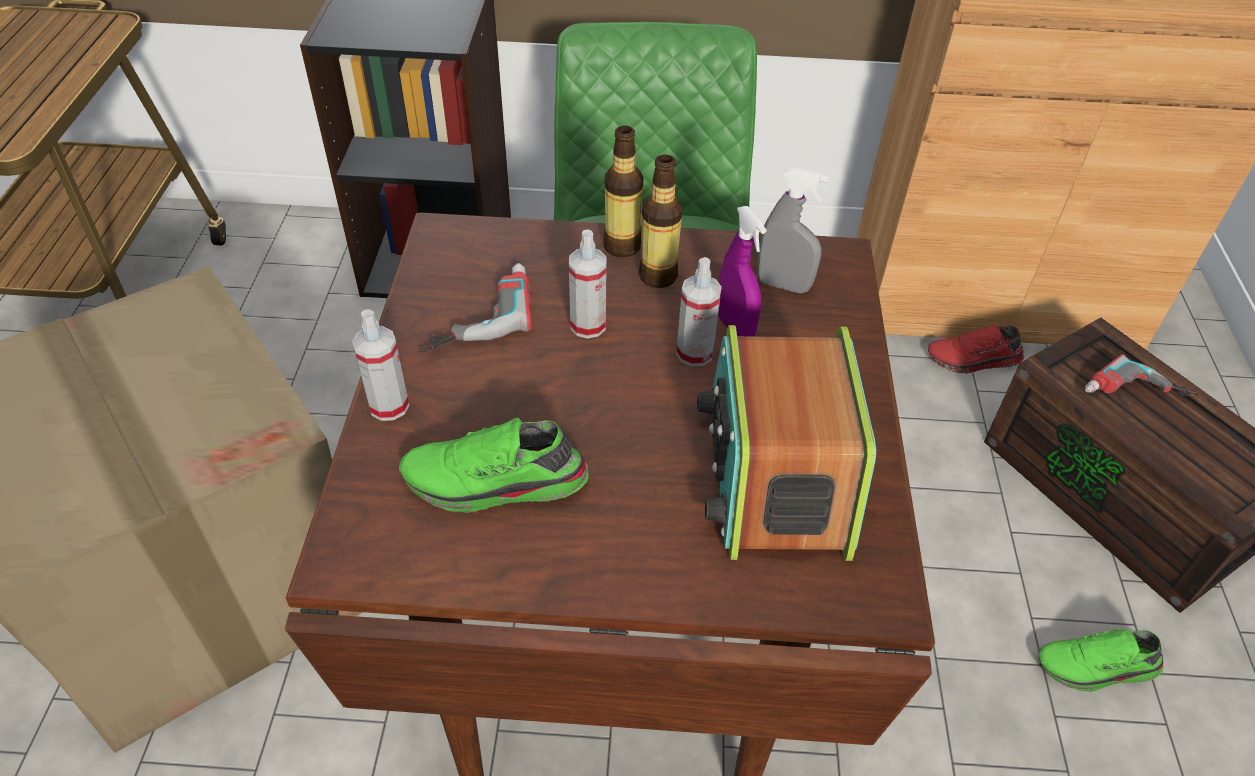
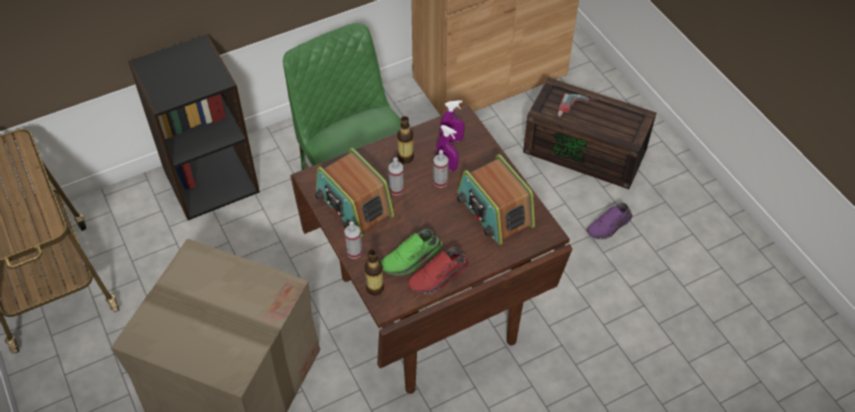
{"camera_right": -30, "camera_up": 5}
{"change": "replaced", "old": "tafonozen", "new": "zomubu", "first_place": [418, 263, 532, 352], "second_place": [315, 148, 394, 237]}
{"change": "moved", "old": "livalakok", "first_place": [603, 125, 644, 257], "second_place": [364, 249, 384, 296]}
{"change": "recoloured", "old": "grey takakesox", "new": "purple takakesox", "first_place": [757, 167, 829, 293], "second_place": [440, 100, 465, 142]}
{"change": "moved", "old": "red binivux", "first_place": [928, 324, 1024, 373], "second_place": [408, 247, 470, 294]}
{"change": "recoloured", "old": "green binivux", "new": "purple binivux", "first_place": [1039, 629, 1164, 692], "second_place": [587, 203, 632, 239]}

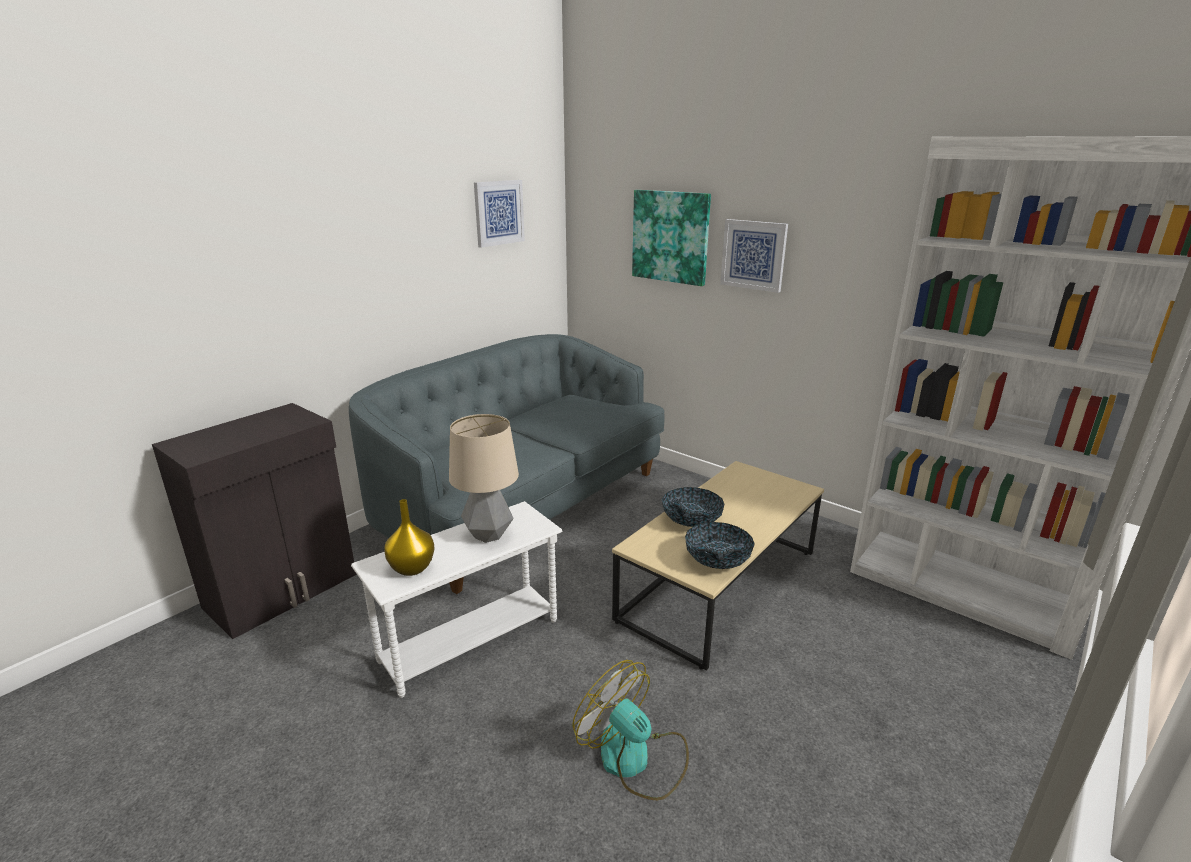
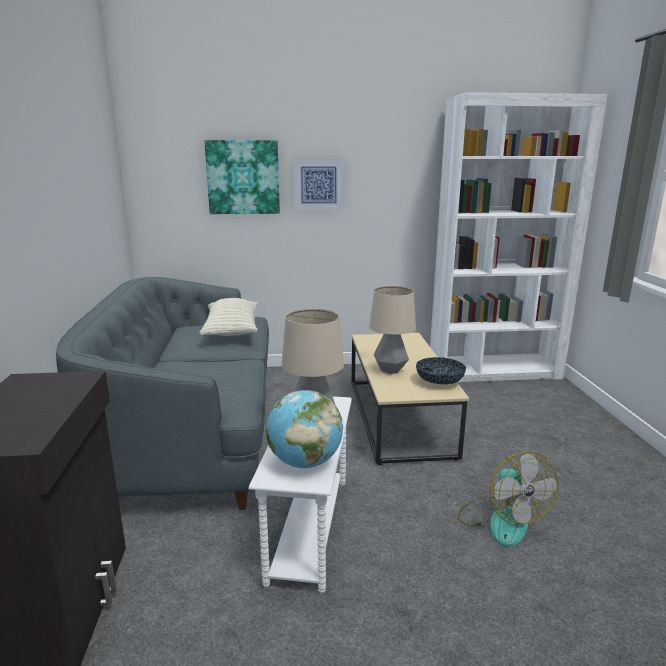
{"camera_right": -45, "camera_up": -5}
{"change": "replaced", "old": "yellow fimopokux", "new": "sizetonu", "first_place": [384, 499, 435, 576], "second_place": [266, 390, 343, 468]}
{"change": "removed", "old": "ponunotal", "first_place": [474, 180, 525, 248]}
{"change": "turned", "old": "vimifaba", "first_place": [572, 660, 689, 800], "second_place": [458, 451, 558, 547], "degrees": -105}
{"change": "replaced", "old": "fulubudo", "new": "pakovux", "first_place": [662, 487, 724, 527], "second_place": [369, 286, 416, 374]}
{"change": "added", "new": "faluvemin", "second_place": [199, 298, 258, 336]}

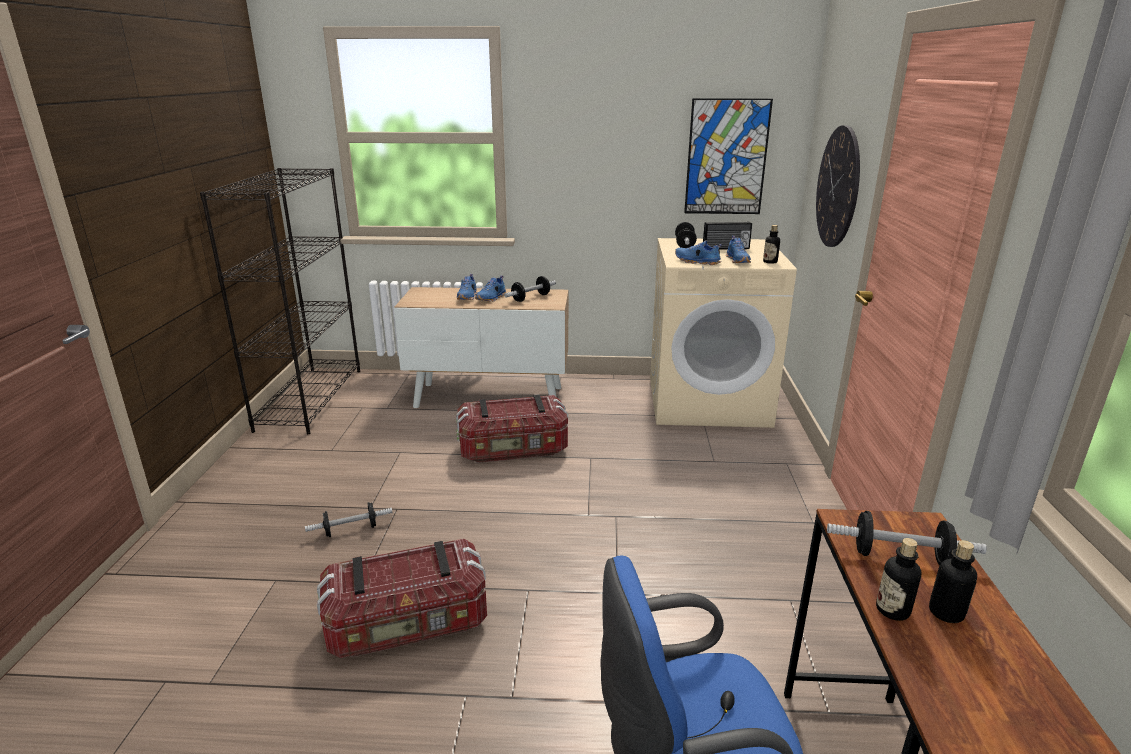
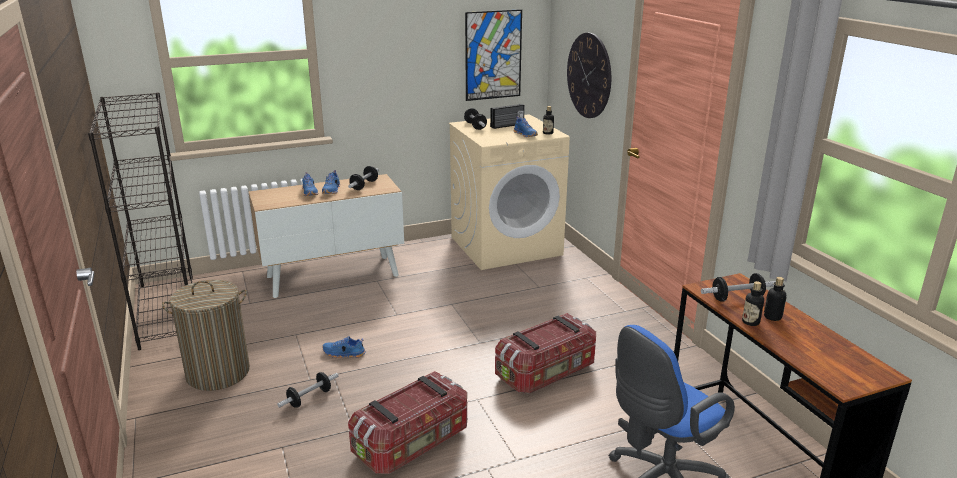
{"camera_right": -25, "camera_up": 0}
{"change": "moved", "old": "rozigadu", "first_place": [456, 394, 568, 463], "second_place": [495, 313, 596, 394]}
{"change": "moved", "old": "blue binivux", "first_place": [675, 240, 721, 265], "second_place": [322, 336, 366, 358]}
{"change": "added", "new": "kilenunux", "second_place": [162, 280, 250, 391]}

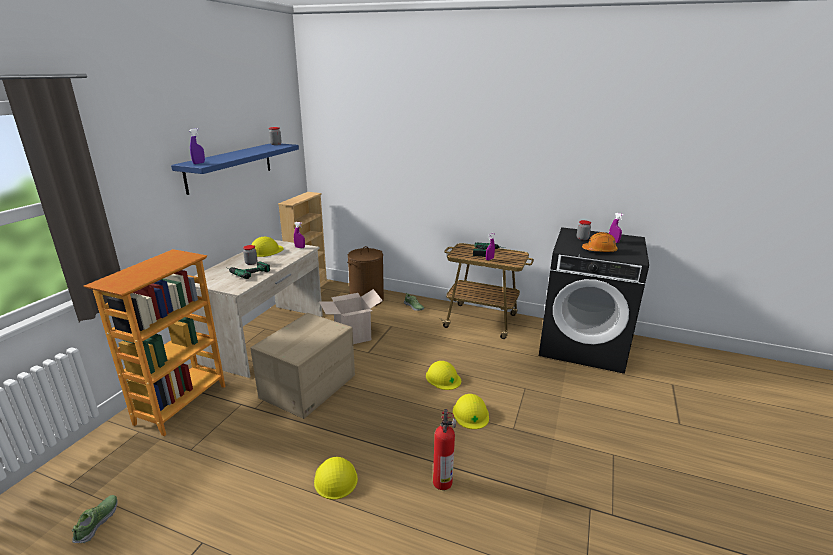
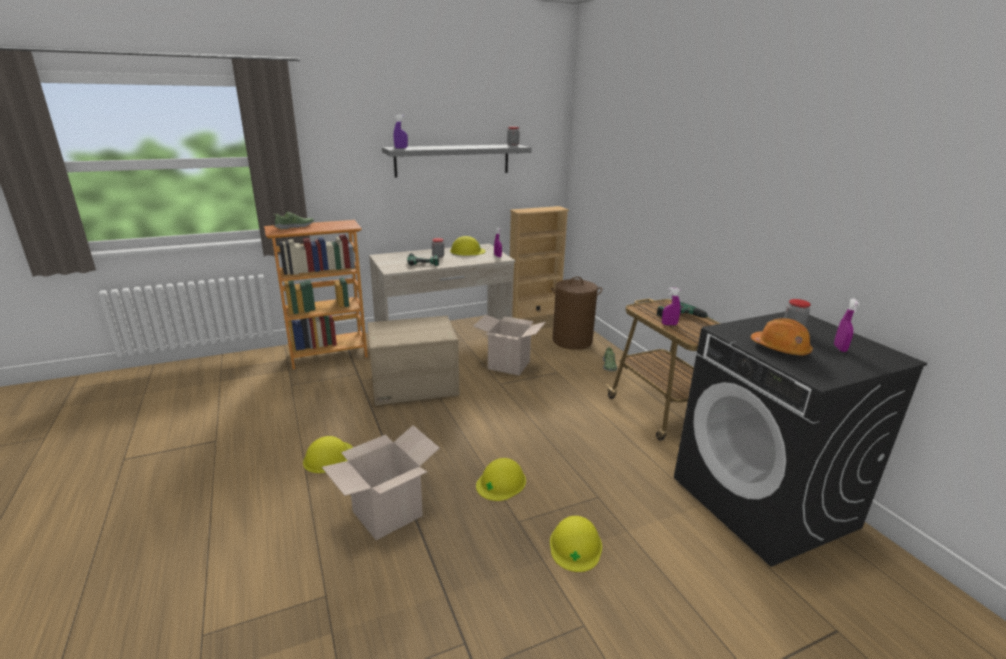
{"camera_right": 45, "camera_up": 0}
{"change": "moved", "old": "binivux", "first_place": [72, 495, 117, 543], "second_place": [274, 212, 314, 230]}
{"change": "recoloured", "old": "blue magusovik", "new": "grey magusovik", "first_place": [171, 143, 299, 195], "second_place": [382, 145, 532, 178]}
{"change": "moved", "old": "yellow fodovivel", "first_place": [426, 361, 461, 390], "second_place": [550, 516, 602, 572]}
{"change": "replaced", "old": "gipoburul", "new": "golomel", "first_place": [433, 409, 456, 490], "second_place": [322, 425, 439, 540]}

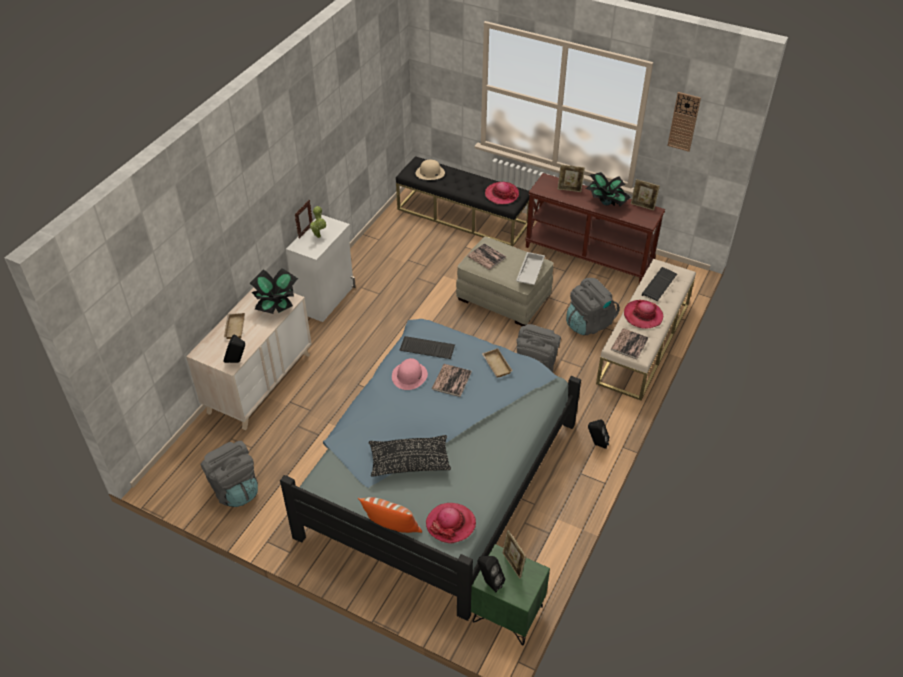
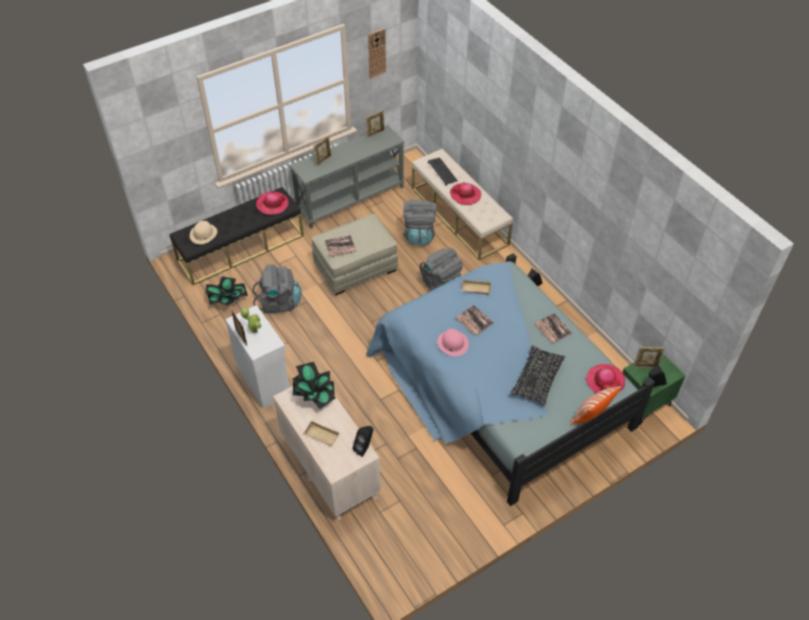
{"camera_right": -60, "camera_up": 5}
{"change": "moved", "old": "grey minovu", "first_place": [200, 441, 258, 507], "second_place": [253, 264, 302, 313]}
{"change": "removed", "old": "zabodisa", "first_place": [399, 336, 455, 359]}
{"change": "removed", "old": "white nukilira", "first_place": [516, 252, 545, 285]}
{"change": "recoloured", "old": "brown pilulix", "new": "grey pilulix", "first_place": [525, 173, 665, 283], "second_place": [290, 125, 405, 229]}
{"change": "moved", "old": "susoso", "first_place": [586, 172, 631, 206], "second_place": [206, 276, 248, 306]}
{"change": "moved", "old": "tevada", "first_place": [611, 328, 649, 360], "second_place": [534, 313, 572, 344]}

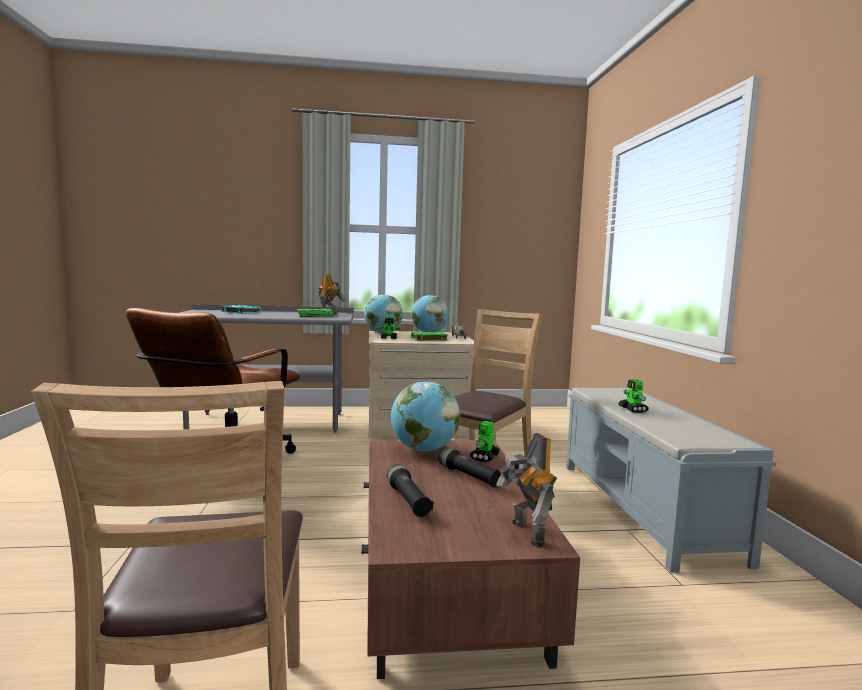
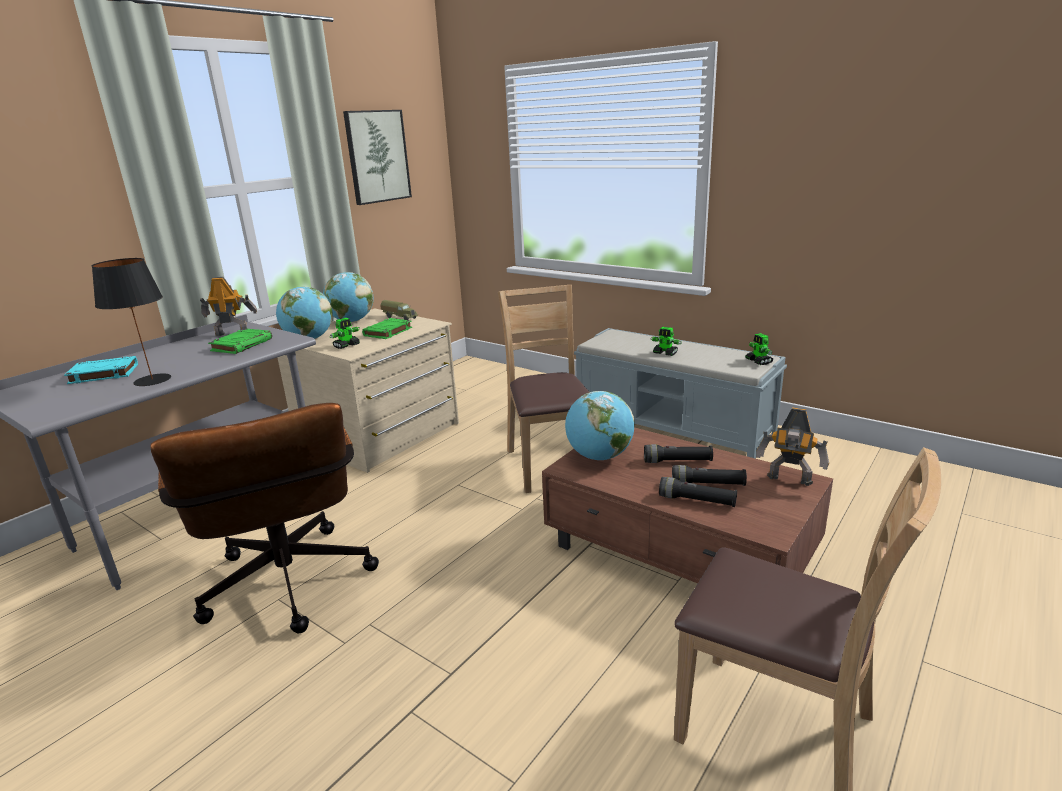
{"camera_right": -45, "camera_up": 15}
{"change": "moved", "old": "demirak", "first_place": [470, 421, 500, 462], "second_place": [745, 333, 774, 365]}
{"change": "added", "new": "black pakovux", "second_place": [92, 258, 171, 386]}
{"change": "added", "new": "ponunotal", "second_place": [343, 110, 412, 205]}
{"change": "added", "new": "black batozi", "second_place": [672, 465, 747, 486]}

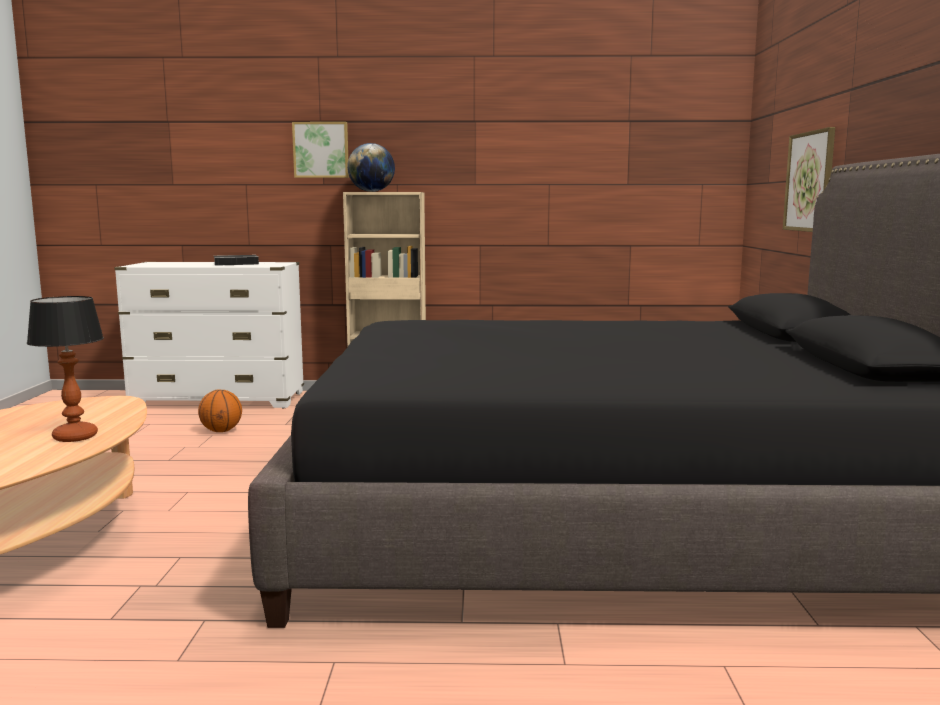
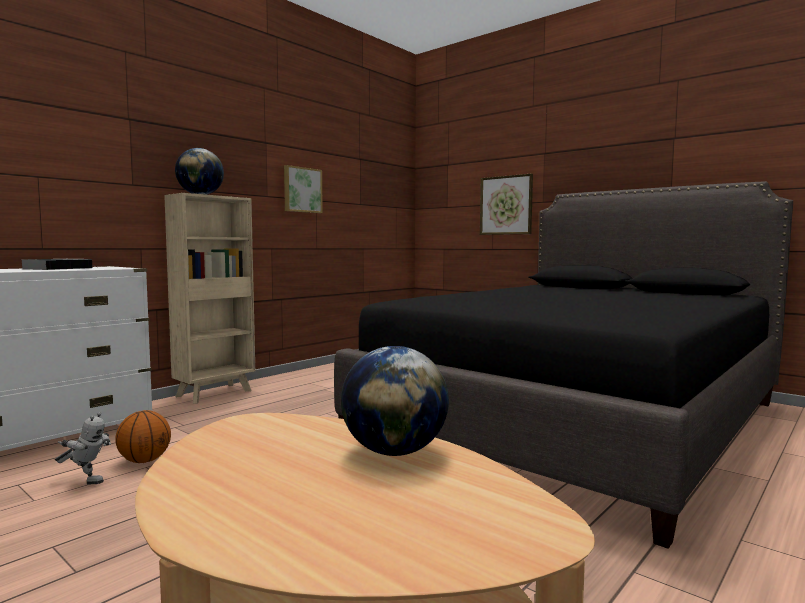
{"camera_right": -50, "camera_up": -5}
{"change": "replaced", "old": "pakovux", "new": "sizetonu", "first_place": [27, 296, 104, 442], "second_place": [341, 346, 449, 456]}
{"change": "moved", "old": "ponunotal", "first_place": [292, 122, 349, 178], "second_place": [284, 165, 323, 213]}
{"change": "added", "new": "demirak", "second_place": [55, 412, 111, 484]}

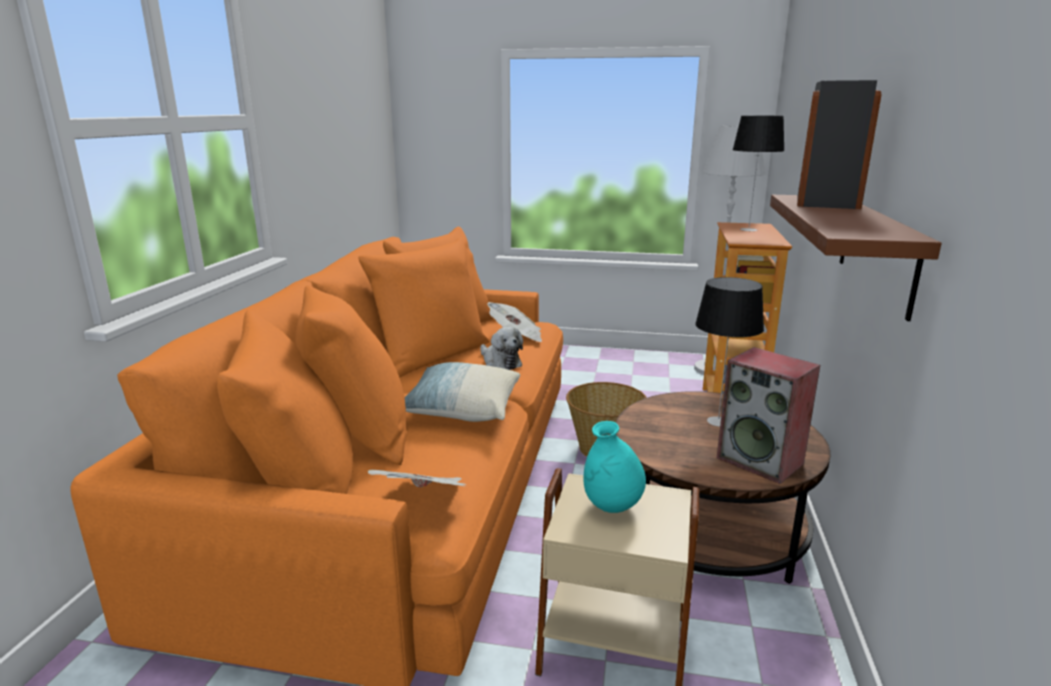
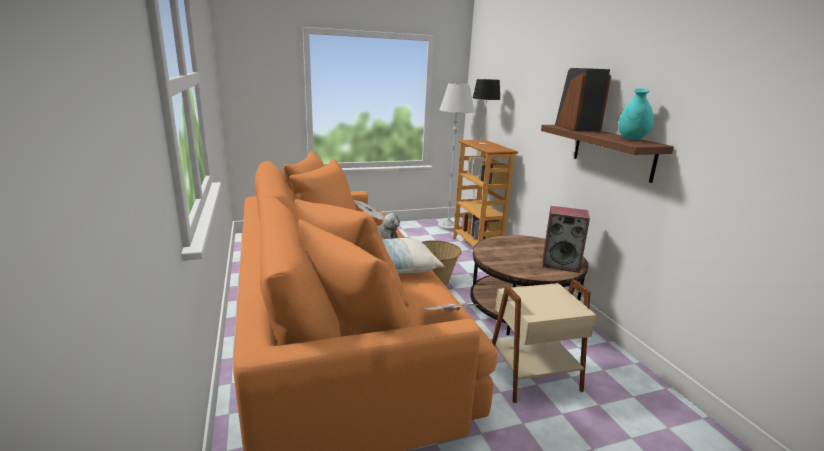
{"camera_right": -30, "camera_up": 0}
{"change": "moved", "old": "turquoise fimopokux", "first_place": [584, 421, 646, 513], "second_place": [618, 89, 654, 140]}
{"change": "removed", "old": "pakovux", "first_place": [695, 277, 764, 427]}

